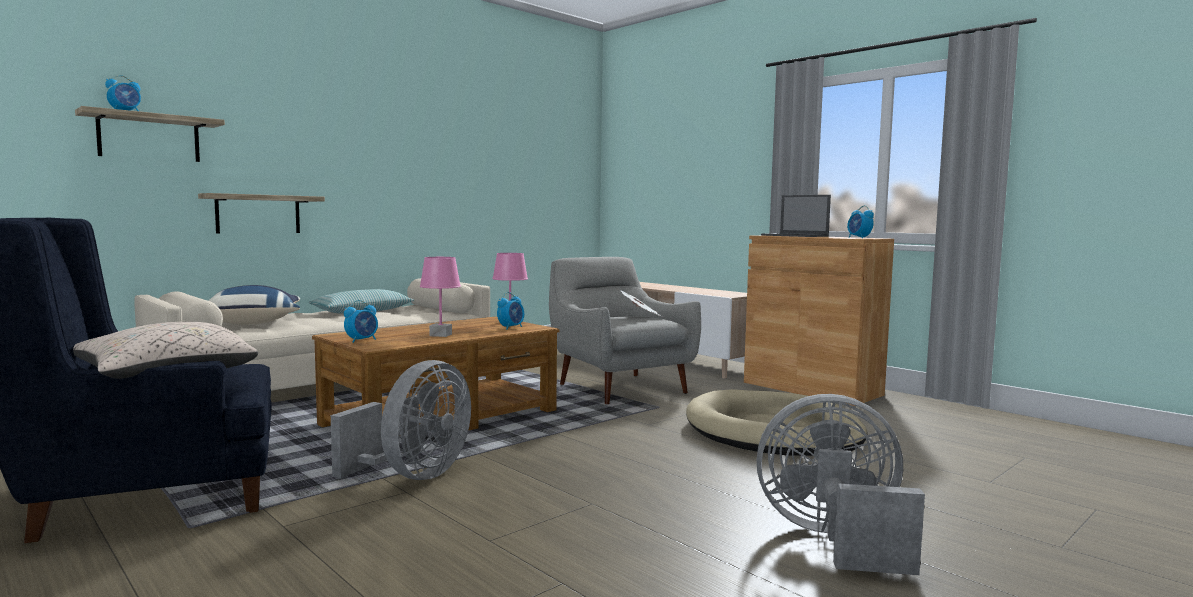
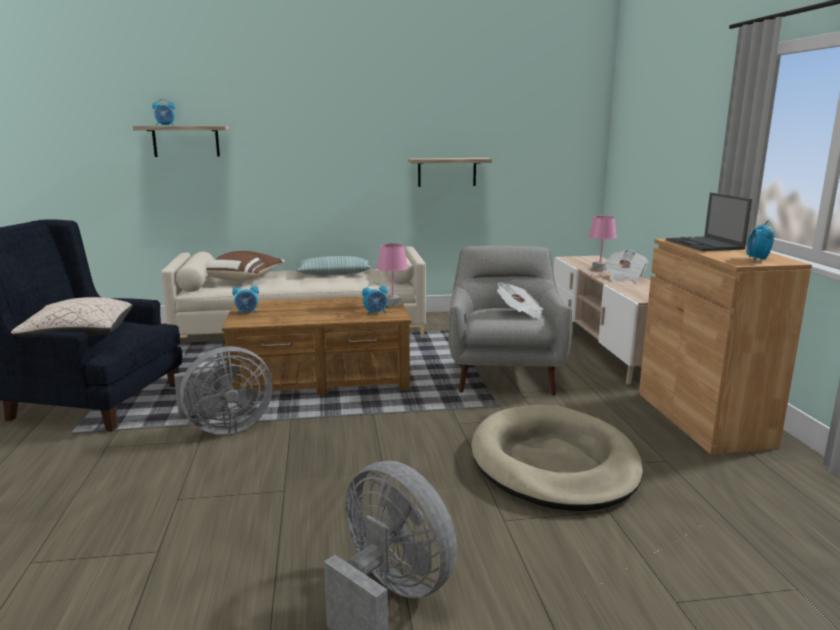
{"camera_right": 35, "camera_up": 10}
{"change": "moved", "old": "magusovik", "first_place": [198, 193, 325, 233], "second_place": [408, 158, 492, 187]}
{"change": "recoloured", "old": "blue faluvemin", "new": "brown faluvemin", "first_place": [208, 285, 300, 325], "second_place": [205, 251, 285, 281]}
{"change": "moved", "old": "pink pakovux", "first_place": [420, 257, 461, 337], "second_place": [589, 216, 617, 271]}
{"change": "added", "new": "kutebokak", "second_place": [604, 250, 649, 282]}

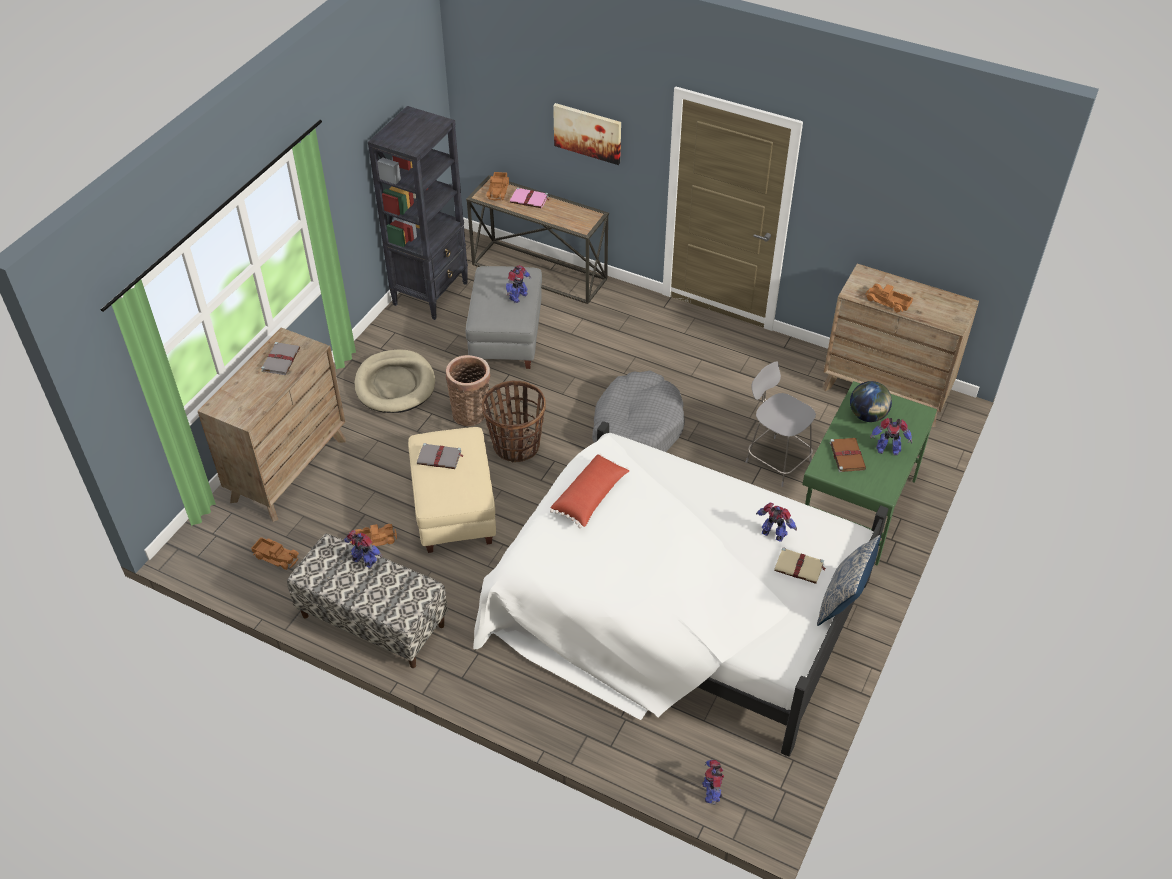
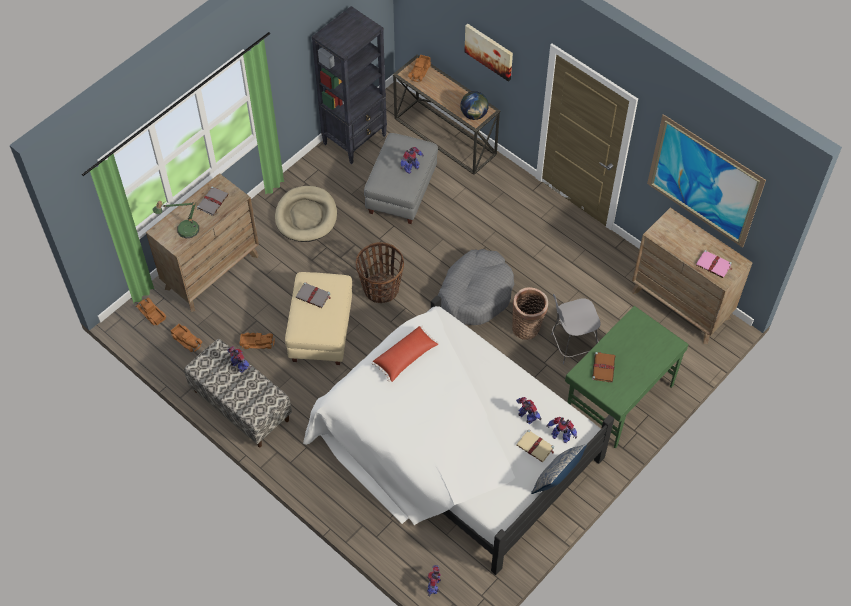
{"camera_right": 15, "camera_up": 10}
{"change": "moved", "old": "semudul", "first_place": [446, 355, 491, 426], "second_place": [512, 287, 548, 340]}
{"change": "moved", "old": "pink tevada", "first_place": [510, 187, 549, 208], "second_place": [696, 250, 733, 278]}
{"change": "turned", "old": "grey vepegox", "first_place": [746, 361, 816, 487], "second_place": [551, 294, 601, 364], "degrees": -75}
{"change": "moved", "old": "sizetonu", "first_place": [850, 381, 892, 422], "second_place": [460, 91, 489, 120]}
{"change": "moved", "old": "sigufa", "first_place": [865, 284, 913, 312], "second_place": [136, 297, 166, 325]}
{"change": "moved", "old": "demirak", "first_place": [870, 418, 912, 455], "second_place": [546, 417, 577, 443]}
{"change": "added", "new": "pakovux", "second_place": [153, 201, 199, 239]}
{"change": "added", "new": "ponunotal", "second_place": [647, 114, 766, 248]}

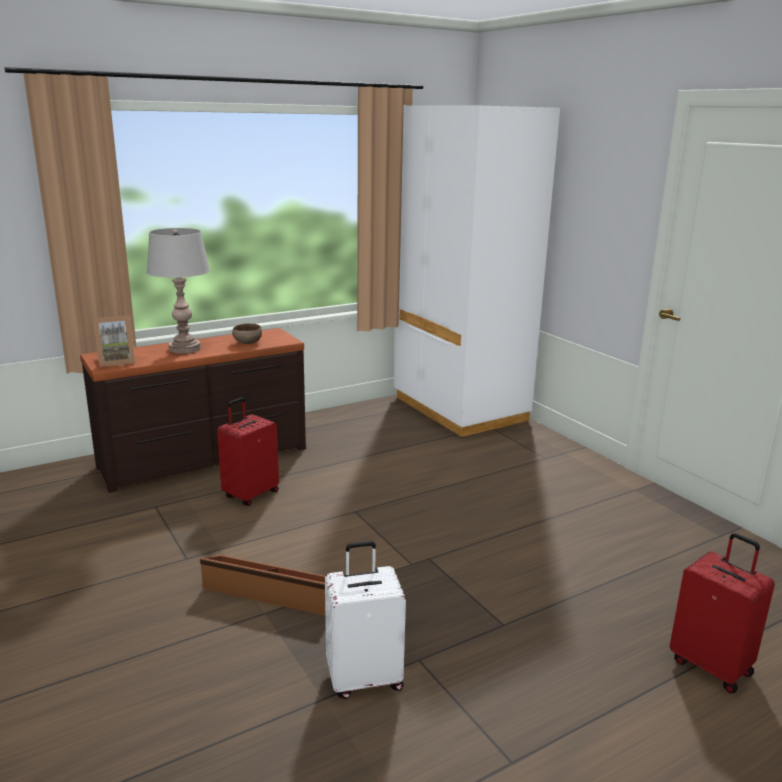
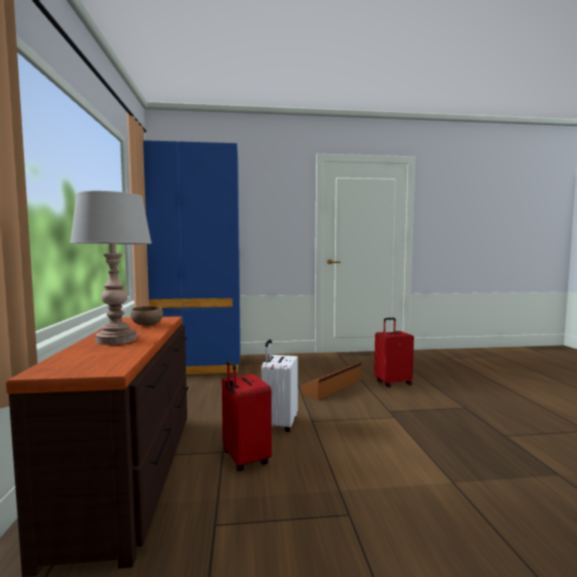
{"camera_right": -65, "camera_up": -15}
{"change": "removed", "old": "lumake", "first_place": [93, 315, 136, 367]}
{"change": "moved", "old": "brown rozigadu", "first_place": [200, 555, 325, 615], "second_place": [302, 362, 361, 400]}
{"change": "moved", "old": "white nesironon", "first_place": [325, 541, 406, 699], "second_place": [261, 339, 298, 432]}
{"change": "recoloured", "old": "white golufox", "new": "blue golufox", "first_place": [393, 105, 560, 437], "second_place": [143, 140, 241, 375]}
{"change": "moved", "old": "red nesironon", "first_place": [670, 533, 775, 694], "second_place": [374, 318, 414, 388]}

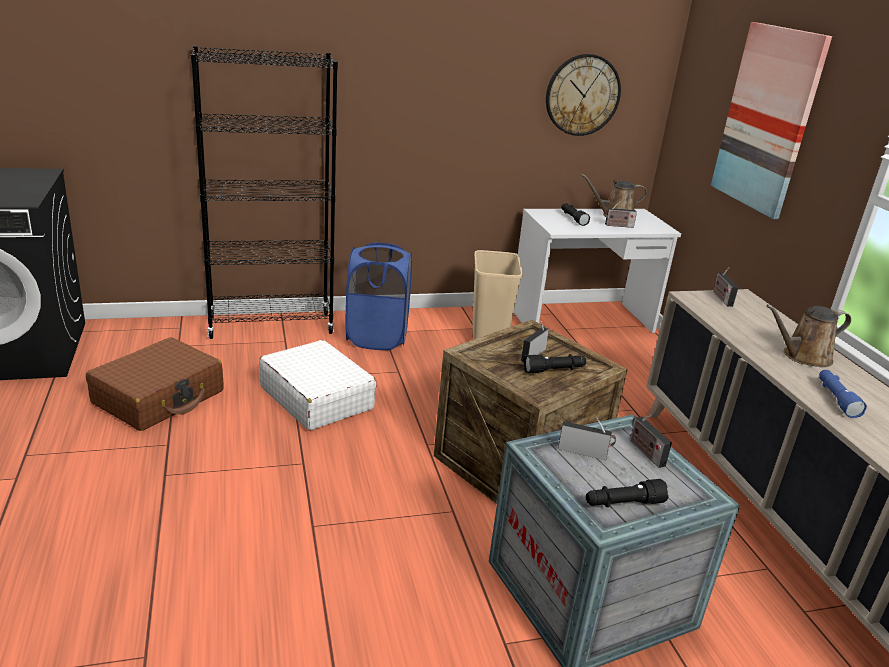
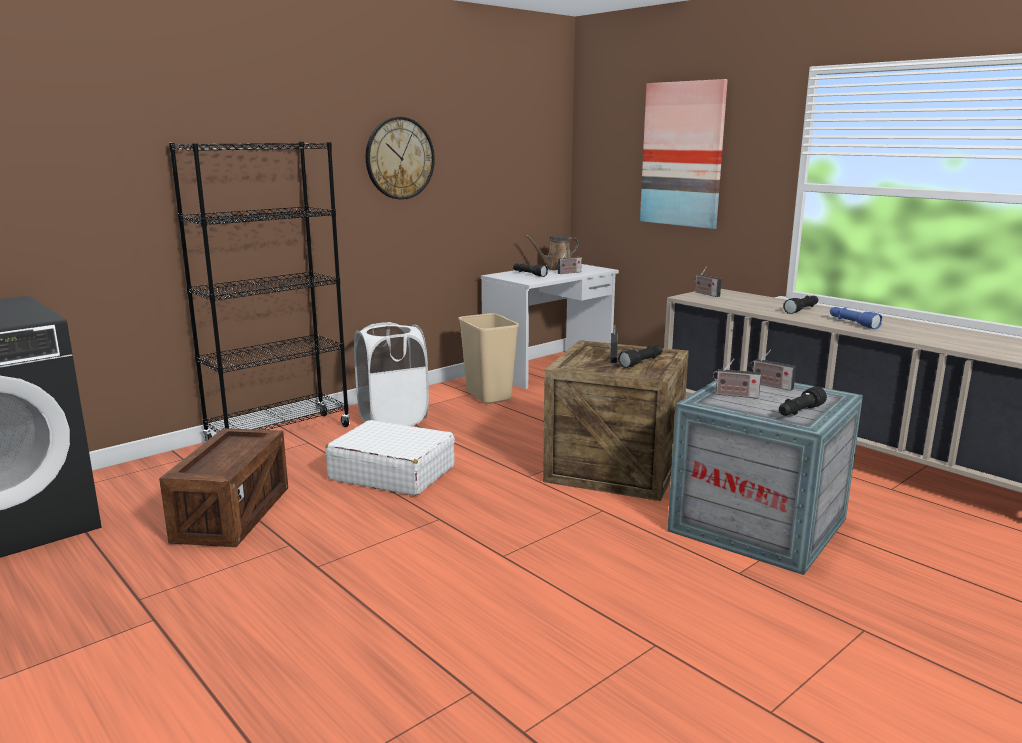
{"camera_right": -25, "camera_up": -10}
{"change": "replaced", "old": "brown nesironon", "new": "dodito", "first_place": [86, 337, 223, 431], "second_place": [159, 428, 288, 547]}
{"change": "recoloured", "old": "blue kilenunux", "new": "white kilenunux", "first_place": [345, 242, 412, 350], "second_place": [354, 322, 429, 426]}
{"change": "moved", "old": "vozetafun", "first_place": [546, 54, 621, 136], "second_place": [365, 117, 435, 199]}
{"change": "turned", "old": "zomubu", "first_place": [558, 416, 616, 460], "second_place": [713, 358, 761, 399], "degrees": -150}
{"change": "replaced", "old": "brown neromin", "new": "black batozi", "first_place": [766, 304, 852, 367], "second_place": [783, 296, 818, 314]}

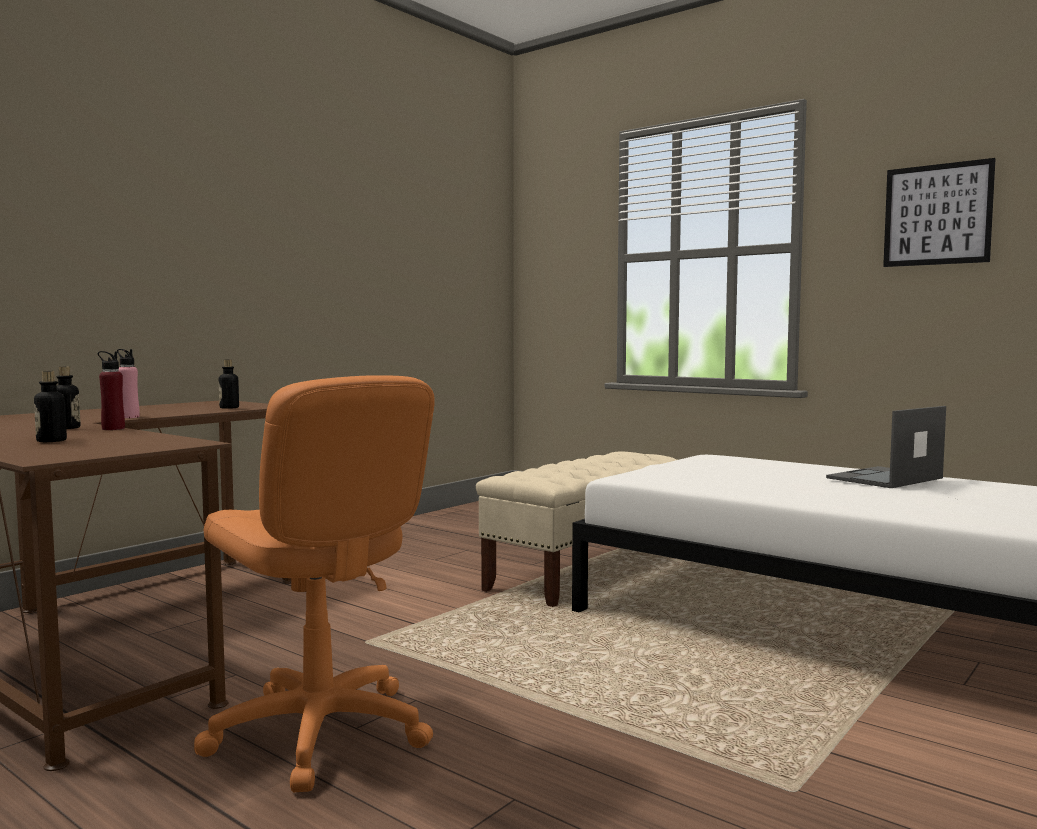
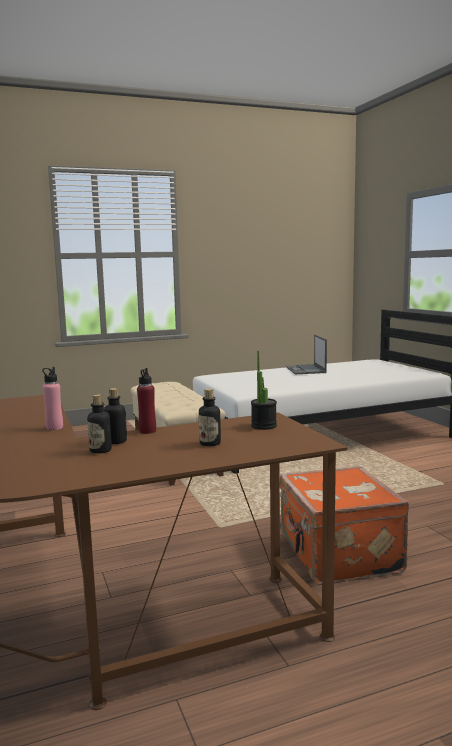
{"camera_right": -60, "camera_up": 5}
{"change": "replaced", "old": "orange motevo", "new": "orange nesironon", "first_place": [194, 375, 435, 792], "second_place": [280, 466, 409, 585]}
{"change": "moved", "old": "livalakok", "first_place": [219, 359, 239, 409], "second_place": [87, 394, 112, 454]}
{"change": "removed", "old": "ponunotal", "first_place": [883, 158, 996, 267]}
{"change": "added", "new": "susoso", "second_place": [251, 351, 277, 430]}

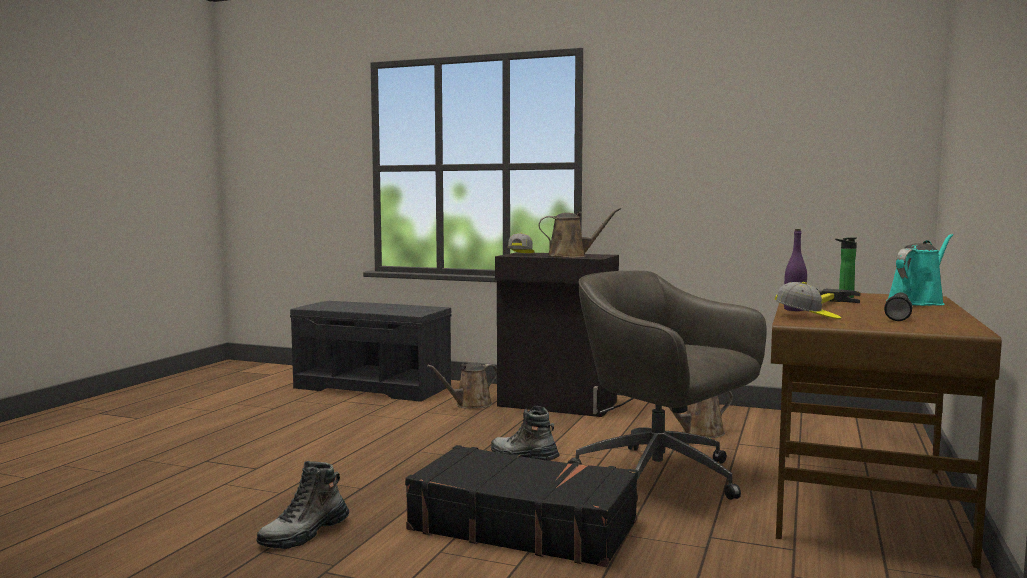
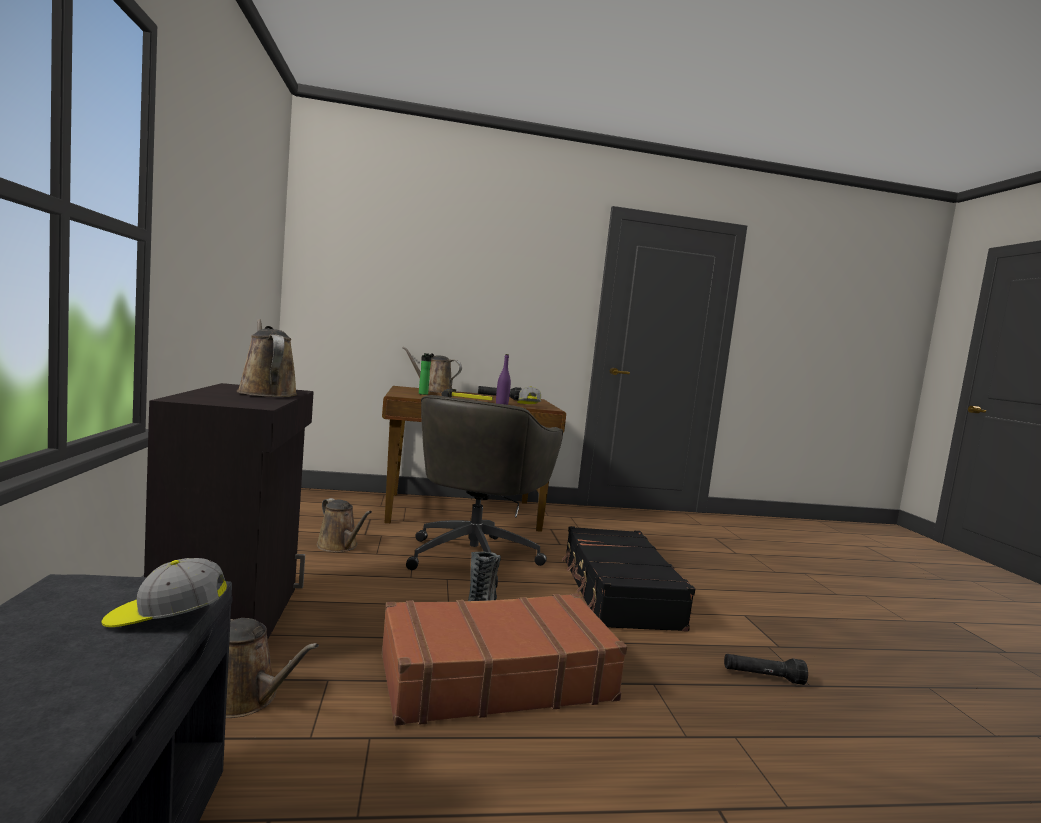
{"camera_right": -120, "camera_up": 0}
{"change": "replaced", "old": "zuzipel", "new": "black batozi", "first_place": [256, 461, 349, 549], "second_place": [724, 654, 808, 685]}
{"change": "moved", "old": "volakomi", "first_place": [508, 233, 535, 253], "second_place": [101, 558, 227, 627]}
{"change": "recoloured", "old": "turquoise neromin", "new": "brown neromin", "first_place": [886, 234, 953, 306], "second_place": [402, 347, 462, 393]}
{"change": "added", "new": "brown nesironon", "second_place": [382, 594, 627, 726]}

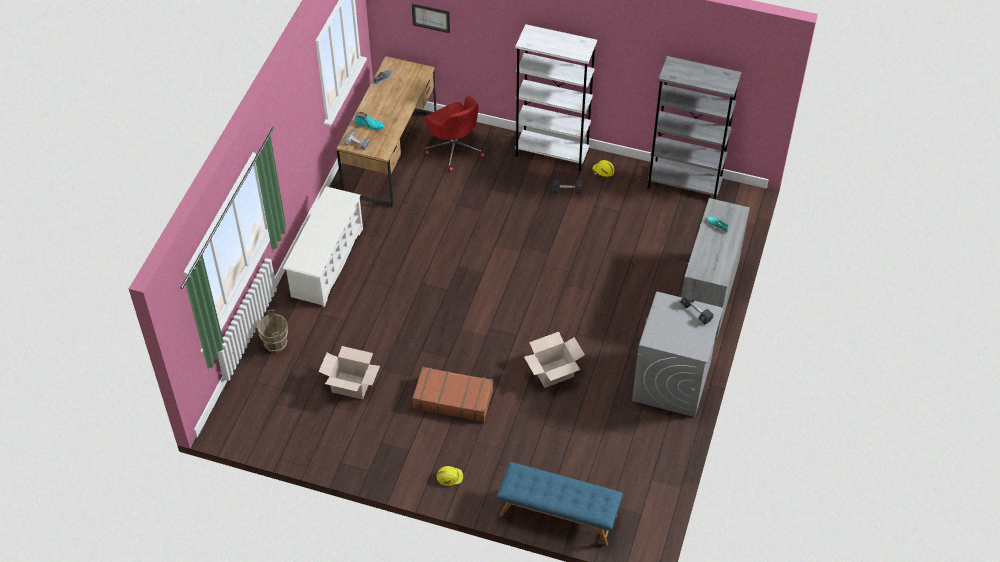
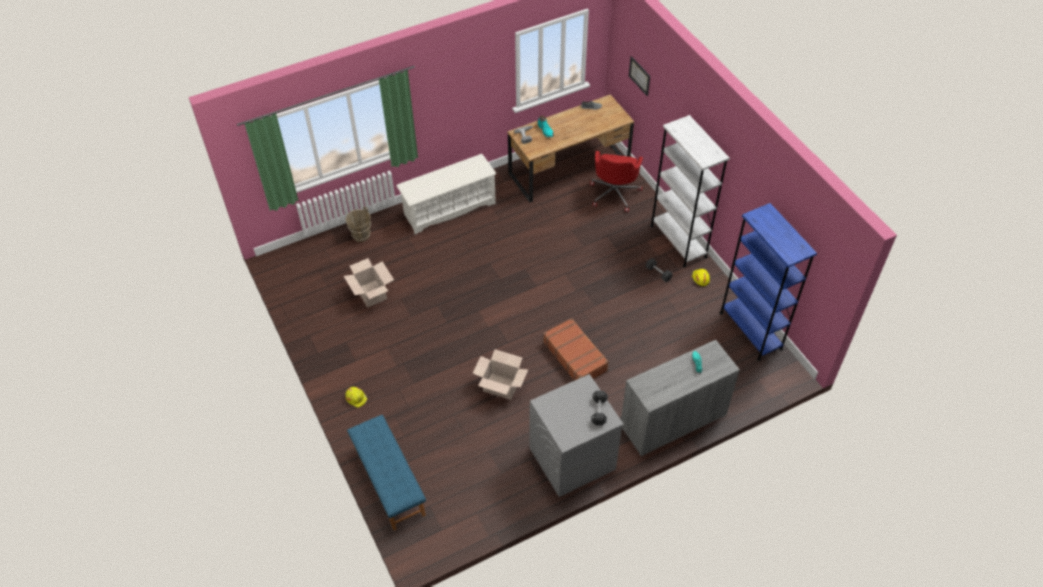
{"camera_right": 45, "camera_up": 0}
{"change": "moved", "old": "brown nesironon", "first_place": [412, 367, 493, 422], "second_place": [543, 318, 609, 381]}
{"change": "recoloured", "old": "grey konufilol", "new": "blue konufilol", "first_place": [647, 56, 741, 199], "second_place": [720, 203, 817, 361]}

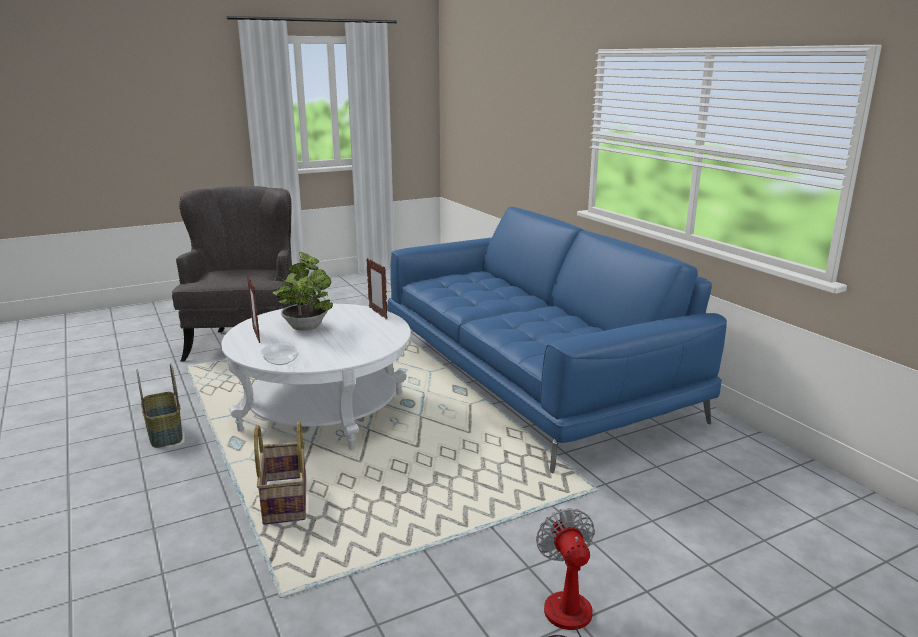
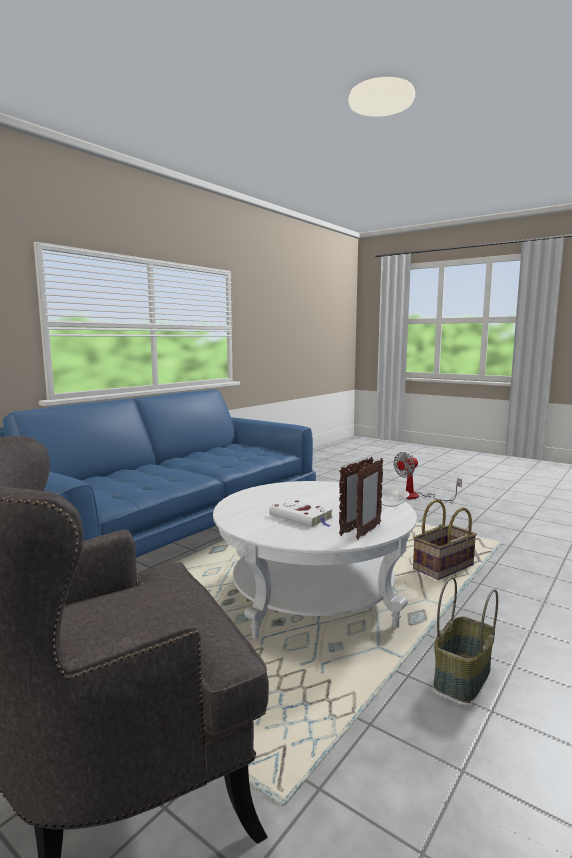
{"camera_right": -115, "camera_up": -10}
{"change": "replaced", "old": "susoso", "new": "white tevada", "first_place": [272, 252, 333, 331], "second_place": [269, 498, 333, 527]}
{"change": "moved", "old": "lumake", "first_place": [366, 258, 388, 319], "second_place": [356, 458, 383, 540]}

